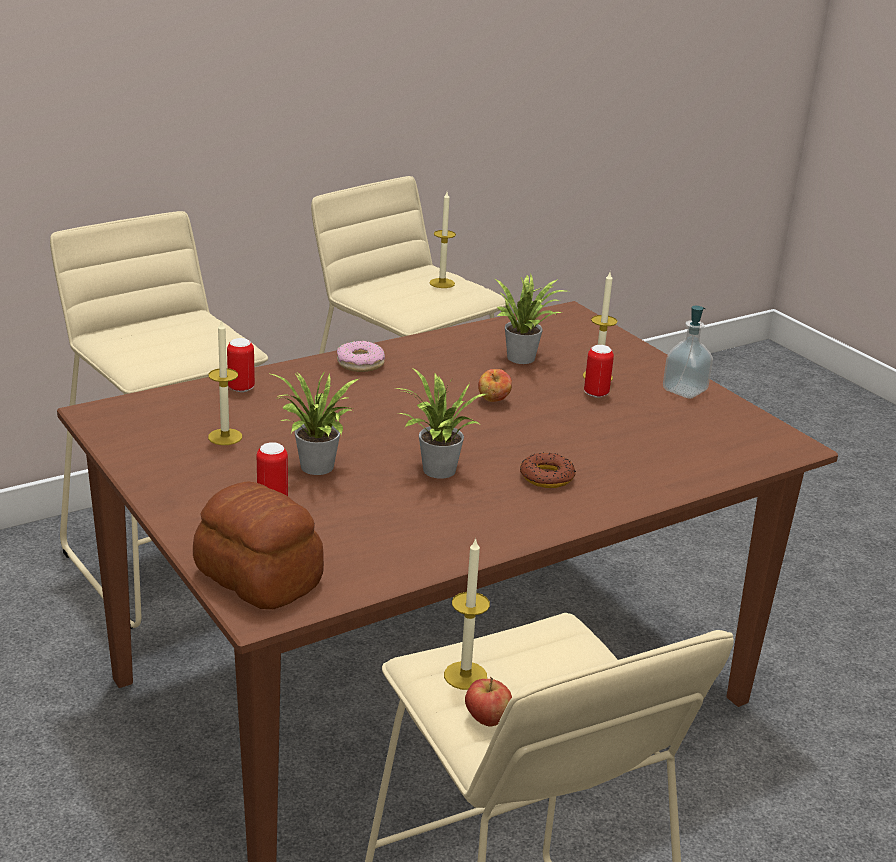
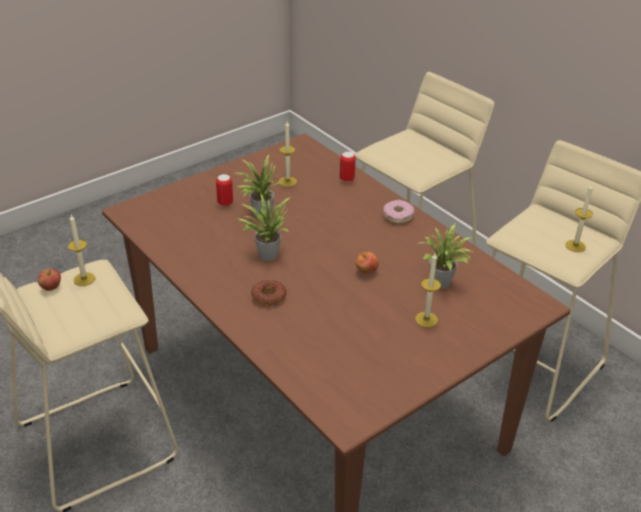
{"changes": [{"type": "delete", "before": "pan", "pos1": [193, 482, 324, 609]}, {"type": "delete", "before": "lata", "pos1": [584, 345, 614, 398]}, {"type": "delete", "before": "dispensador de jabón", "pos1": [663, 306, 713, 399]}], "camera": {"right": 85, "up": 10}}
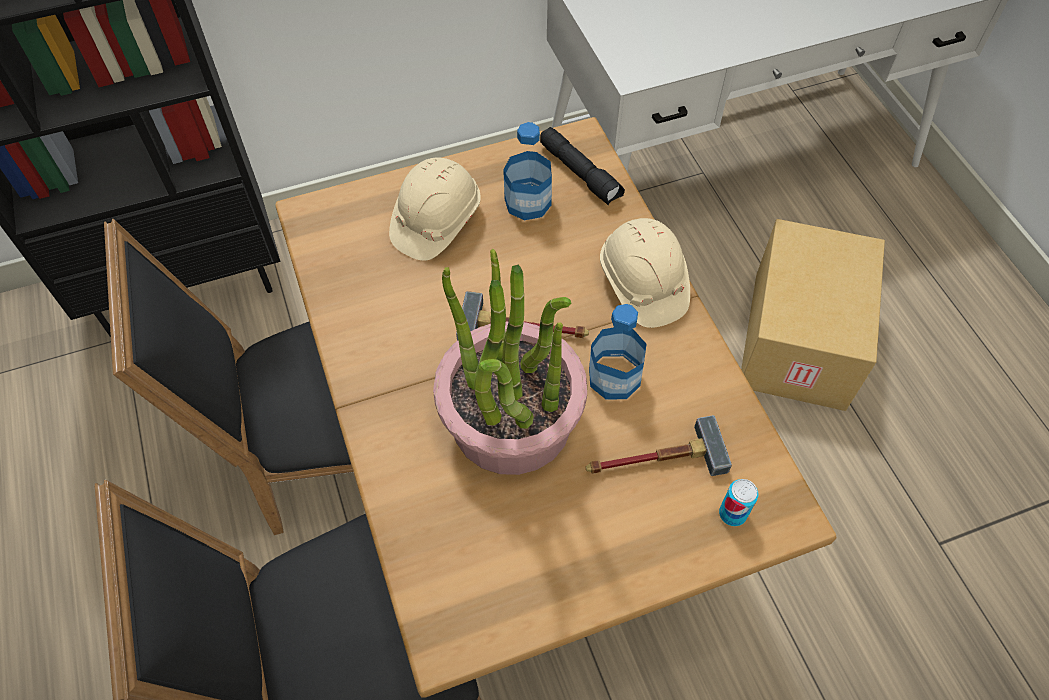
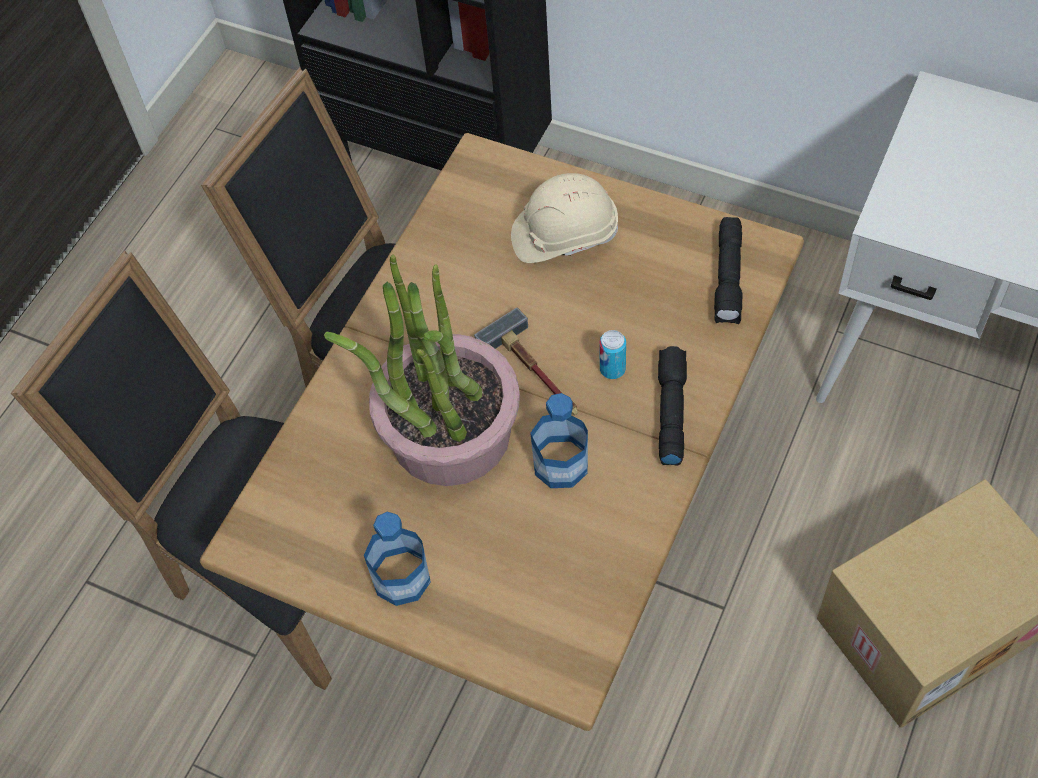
{"changes": [{"type": "move", "before": "botella", "pos1": [503, 122, 552, 220], "pos2": [364, 512, 431, 606]}, {"type": "delete", "before": "martillo", "pos1": [586, 415, 732, 476]}, {"type": "replace", "before": "casco [beis]", "after": "linterna [negro]", "pos1": [600, 218, 690, 328], "pos2": [658, 346, 687, 466]}, {"type": "move", "before": "lata", "pos1": [719, 479, 758, 526], "pos2": [599, 330, 626, 379]}], "camera": {"right": 50, "up": 0}}
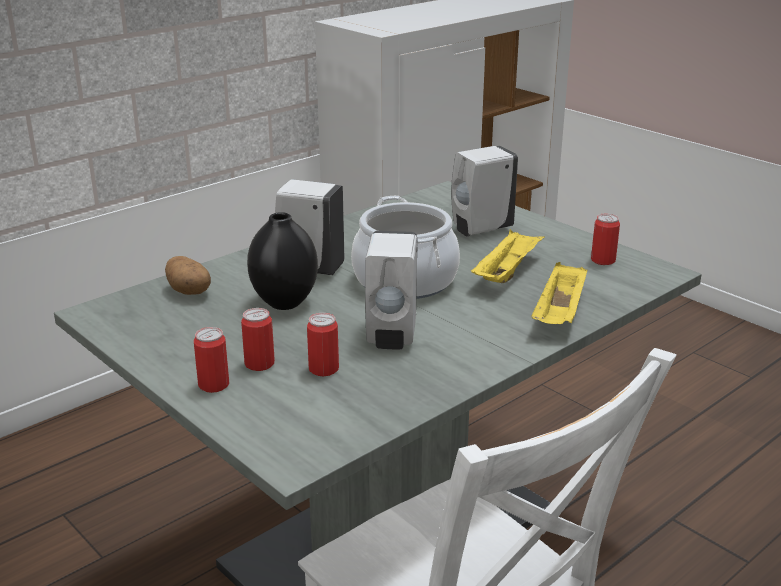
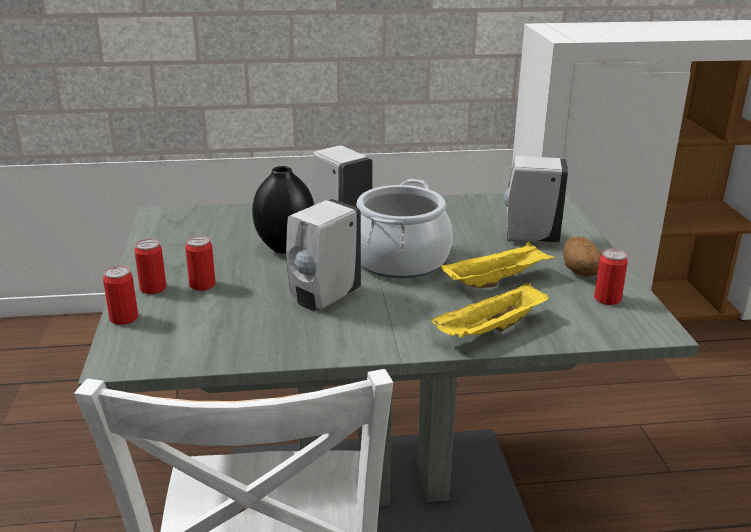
{"changes": [{"type": "move", "before": "patata", "pos1": [165, 256, 211, 295], "pos2": [563, 236, 602, 277]}, {"type": "move", "before": "lata", "pos1": [307, 313, 339, 376], "pos2": [103, 266, 138, 325]}], "camera": {"right": 35, "up": 0}}
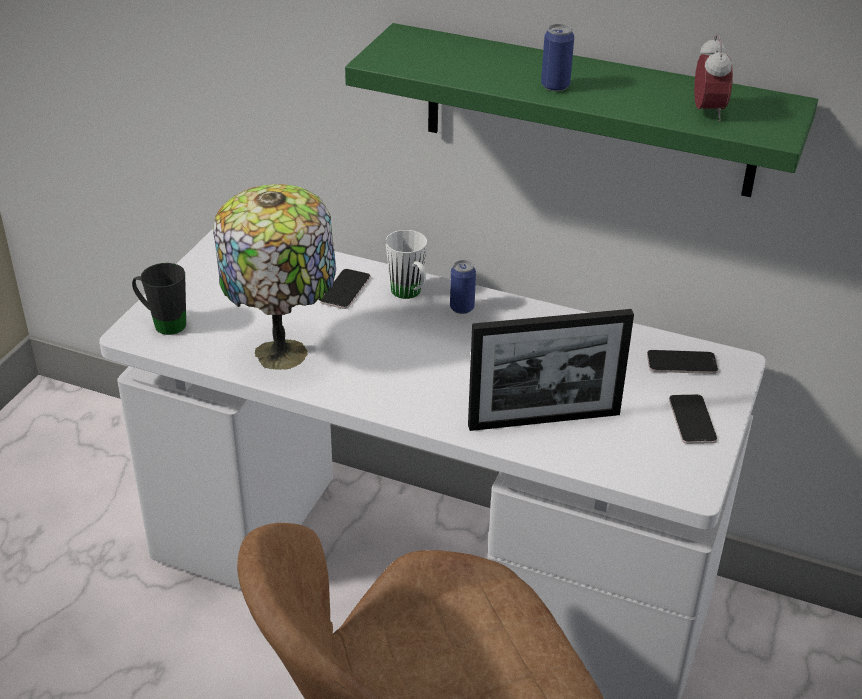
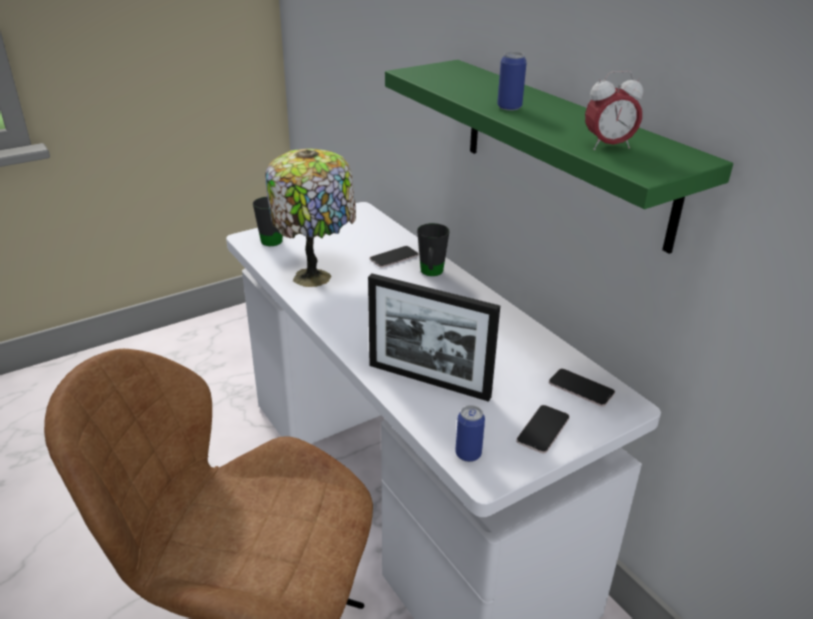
{"changes": [{"type": "recolor", "before": "taza grande [blanco]", "after": "taza grande [negro]", "pos1": [385, 230, 427, 299], "pos2": [417, 223, 450, 276]}, {"type": "move", "before": "lata", "pos1": [450, 260, 476, 314], "pos2": [455, 405, 485, 462]}, {"type": "rotate", "before": "despertador", "pos1": [694, 34, 733, 122], "pos2": [585, 71, 643, 150], "turn": 45}], "camera": {"right": 35, "up": -5}}
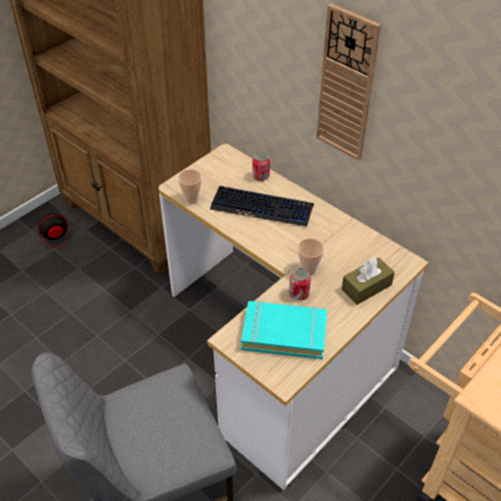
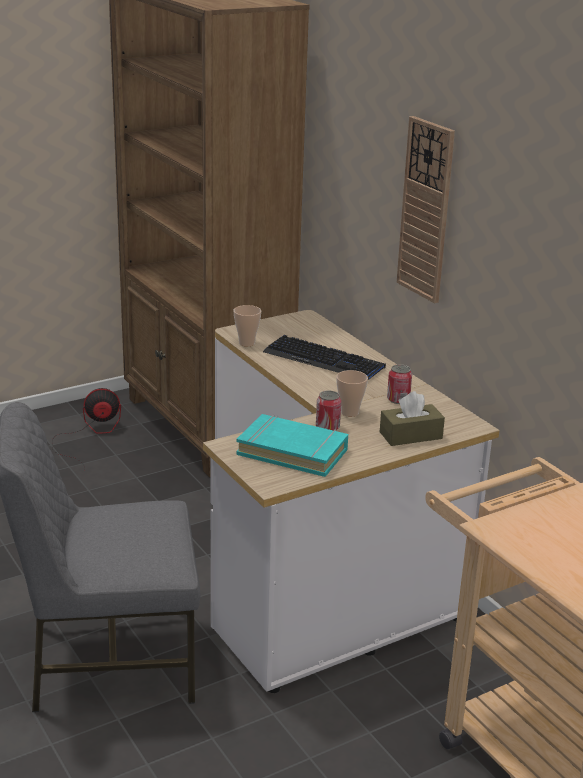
{"changes": [{"type": "move", "before": "lata", "pos1": [252, 152, 270, 181], "pos2": [387, 364, 412, 404]}], "camera": {"right": 15, "up": -20}}
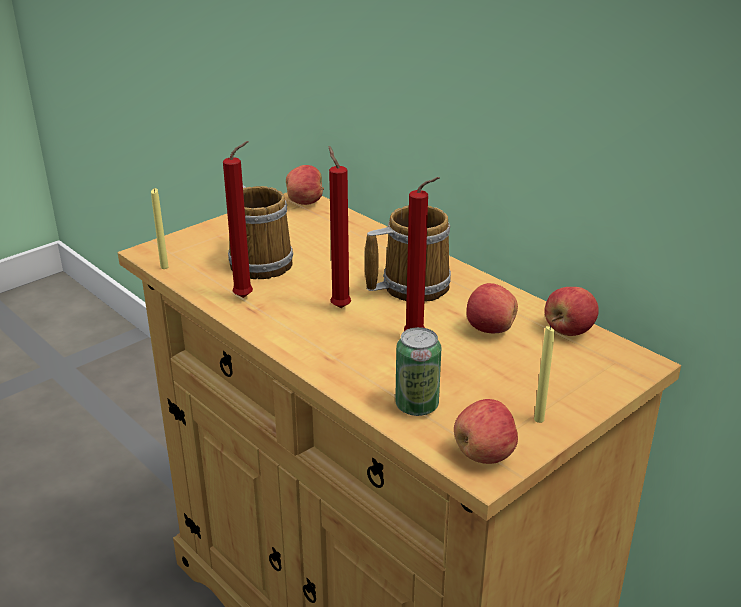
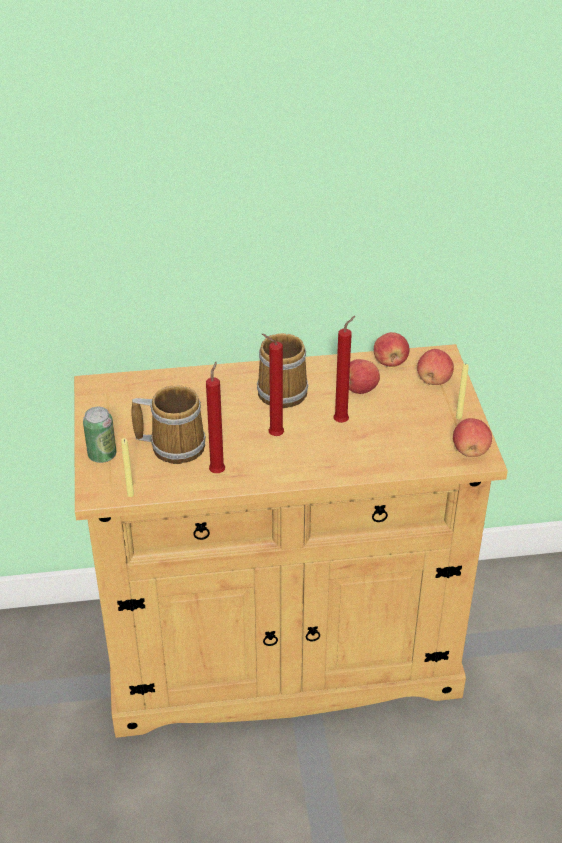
{"changes": [{"type": "move", "before": "manzana", "pos1": [286, 165, 324, 205], "pos2": [417, 349, 454, 385]}, {"type": "move", "before": "lata", "pos1": [395, 327, 441, 416], "pos2": [83, 407, 116, 463]}], "camera": {"right": -55, "up": 10}}
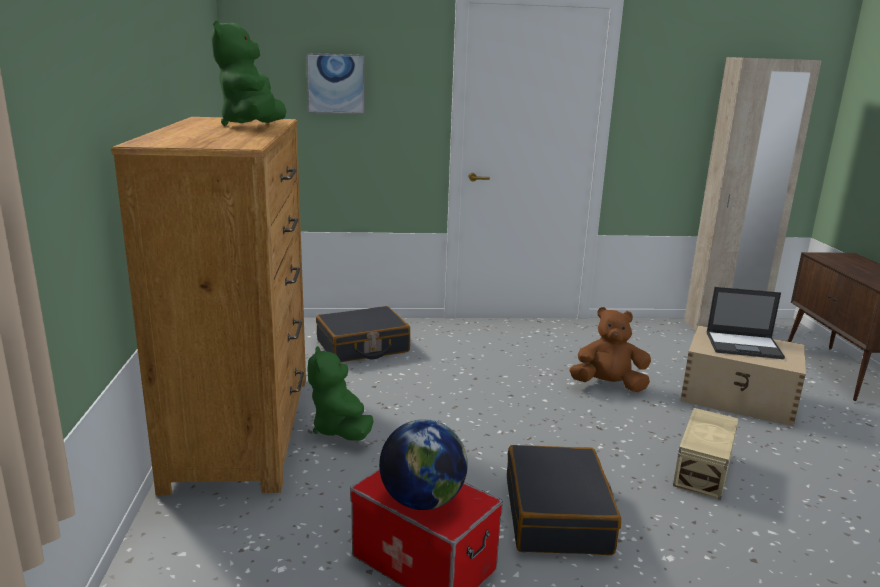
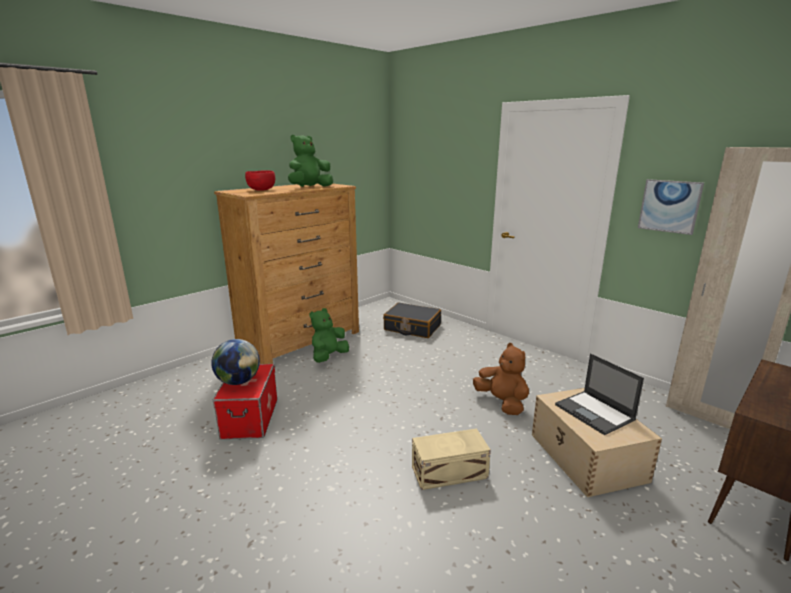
{"changes": [{"type": "move", "before": "cuadro", "pos1": [306, 53, 365, 114], "pos2": [638, 179, 704, 235]}, {"type": "delete", "before": "maleta [negro]", "pos1": [507, 445, 621, 555]}, {"type": "insert", "after": "cuenco [rojo]", "pos2": [245, 171, 275, 191]}], "camera": {"right": 50, "up": 0}}
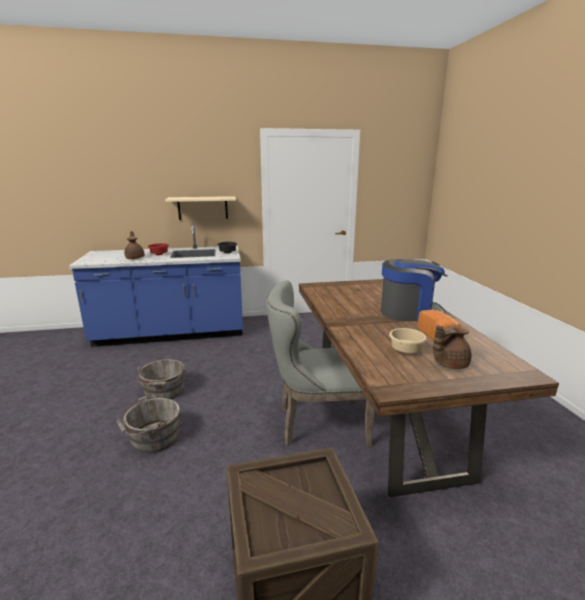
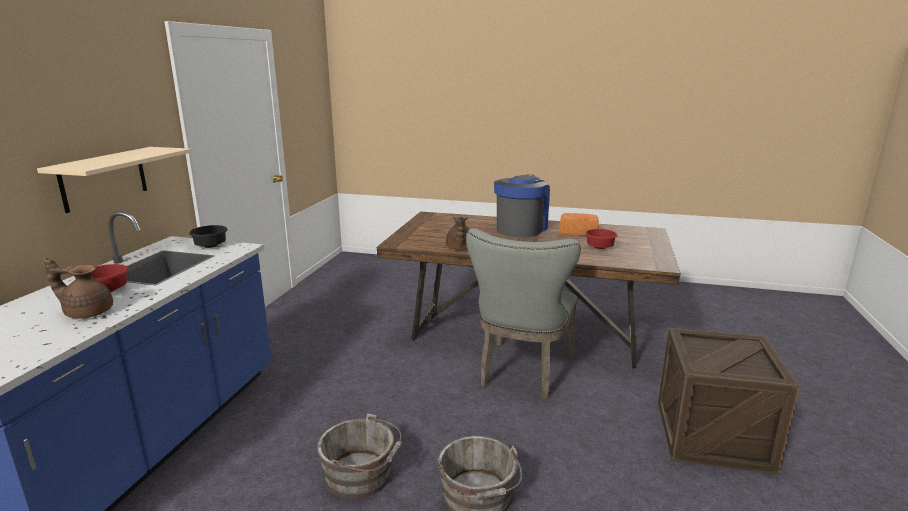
{"changes": [{"type": "recolor", "before": "cuenco [beis]", "after": "cuenco [rojo]", "pos1": [389, 328, 427, 353], "pos2": [585, 229, 618, 249]}, {"type": "move", "before": "tetera [marrón]", "pos1": [433, 325, 472, 369], "pos2": [446, 216, 470, 250]}], "camera": {"right": -65, "up": 0}}
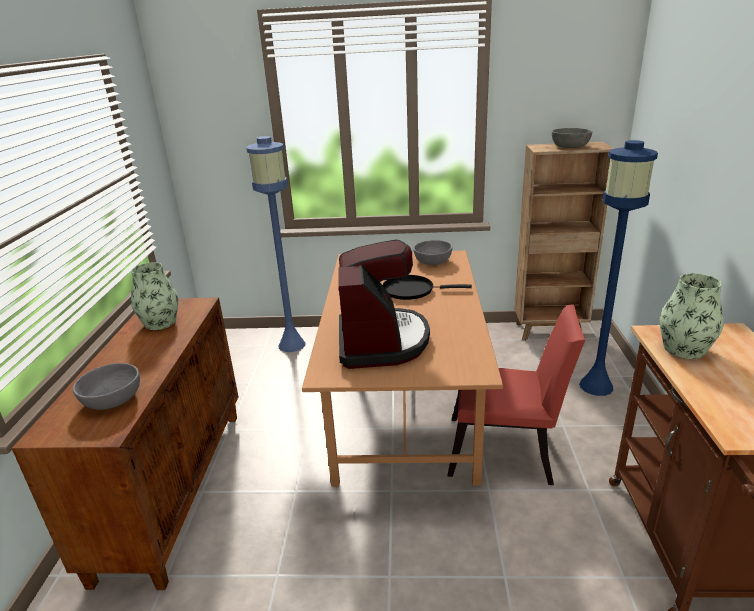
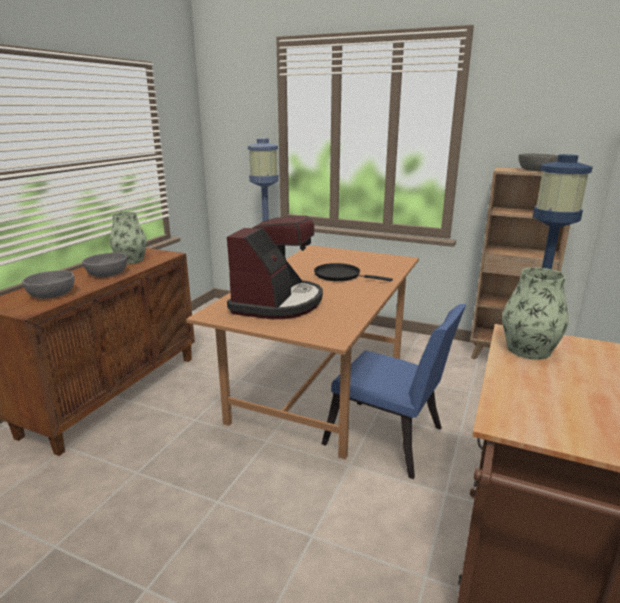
{"changes": [{"type": "move", "before": "cuenco [gris]", "pos1": [413, 240, 452, 265], "pos2": [82, 253, 127, 277]}, {"type": "recolor", "before": "silla [rojo]", "after": "silla [azul]", "pos1": [448, 304, 585, 485], "pos2": [321, 304, 466, 479]}], "camera": {"right": 20, "up": -5}}
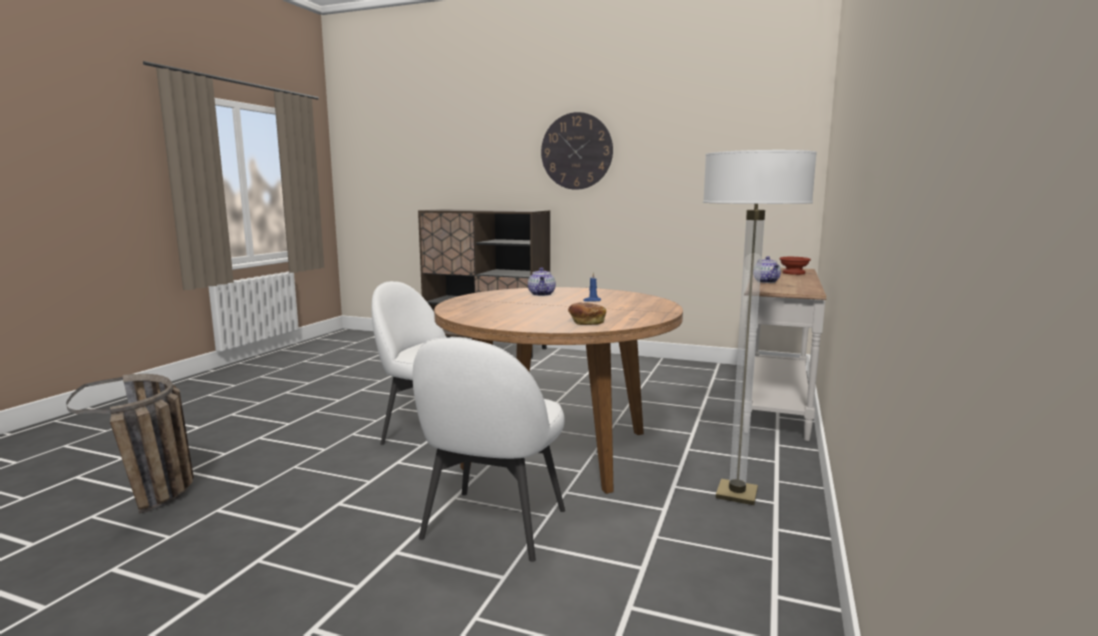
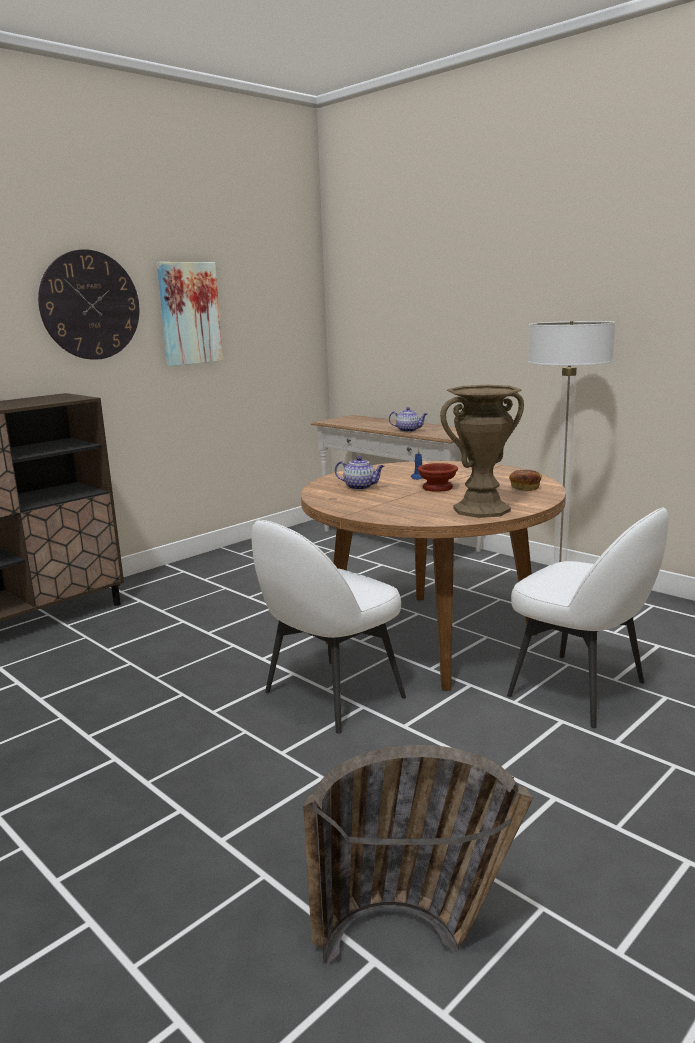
{"changes": [{"type": "move", "before": "cuenco [marrón]", "pos1": [779, 257, 811, 275], "pos2": [417, 463, 458, 492]}, {"type": "insert", "after": "cuadro", "pos2": [157, 262, 223, 366]}, {"type": "insert", "after": "florero [marrón]", "pos2": [440, 385, 524, 518]}], "camera": {"right": -65, "up": 5}}
